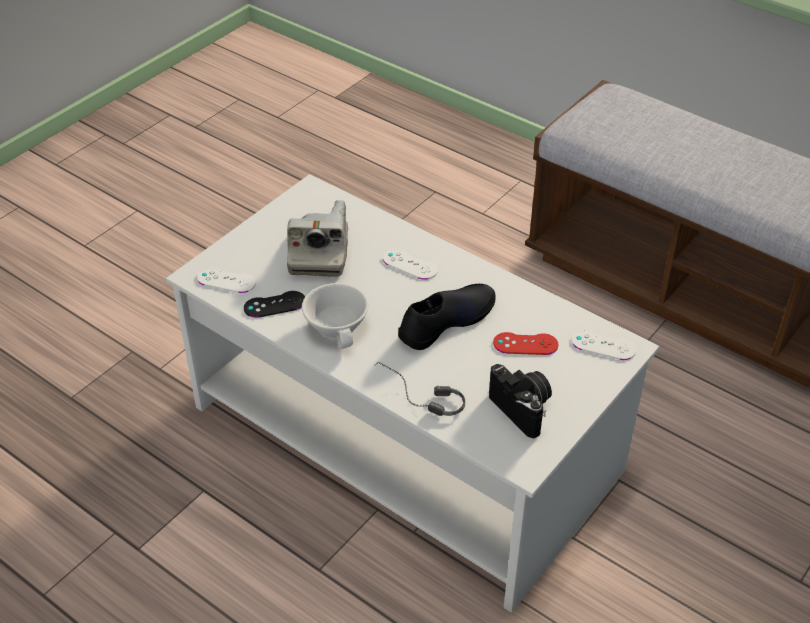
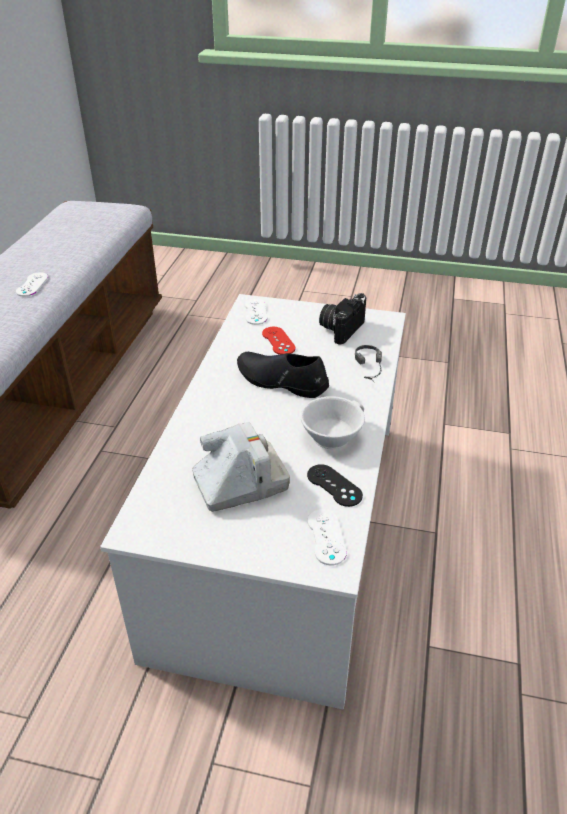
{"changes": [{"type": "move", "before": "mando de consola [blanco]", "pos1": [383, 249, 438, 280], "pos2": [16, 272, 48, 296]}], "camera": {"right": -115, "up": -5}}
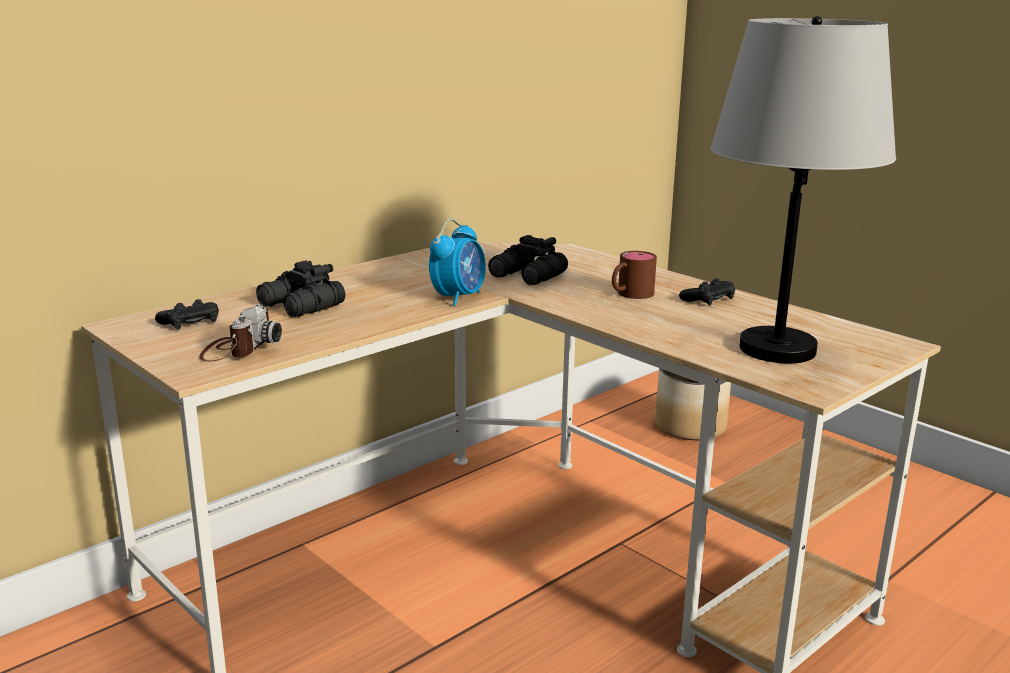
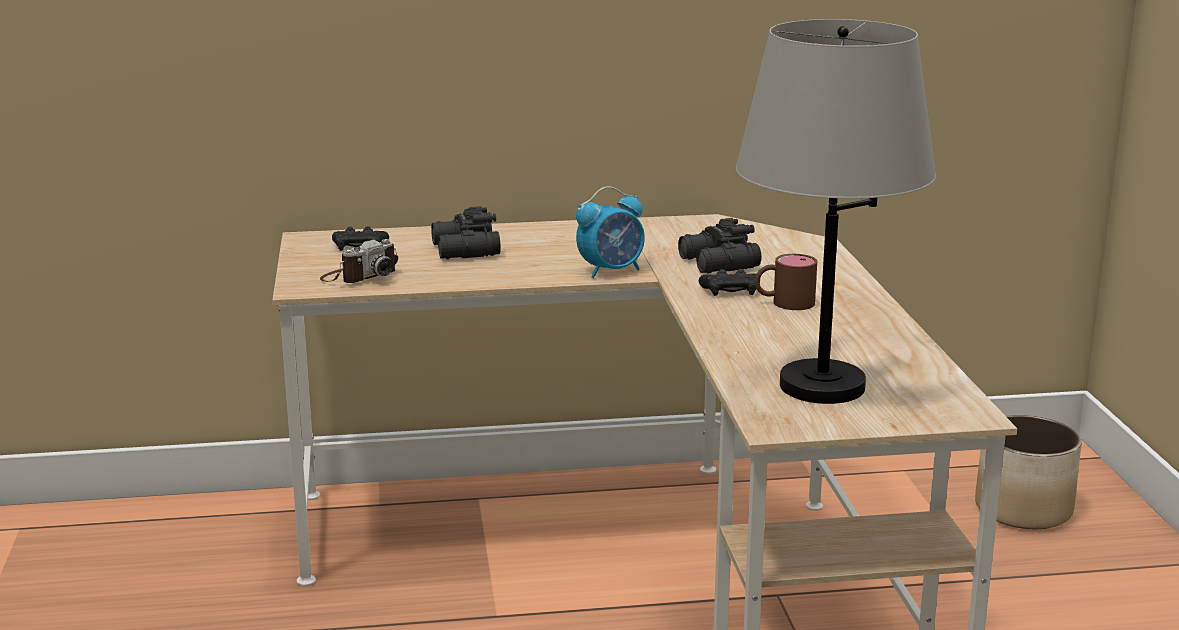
{"changes": [{"type": "move", "before": "mando de consola [negro]", "pos1": [679, 278, 735, 306], "pos2": [699, 269, 756, 296]}], "camera": {"right": 35, "up": 0}}
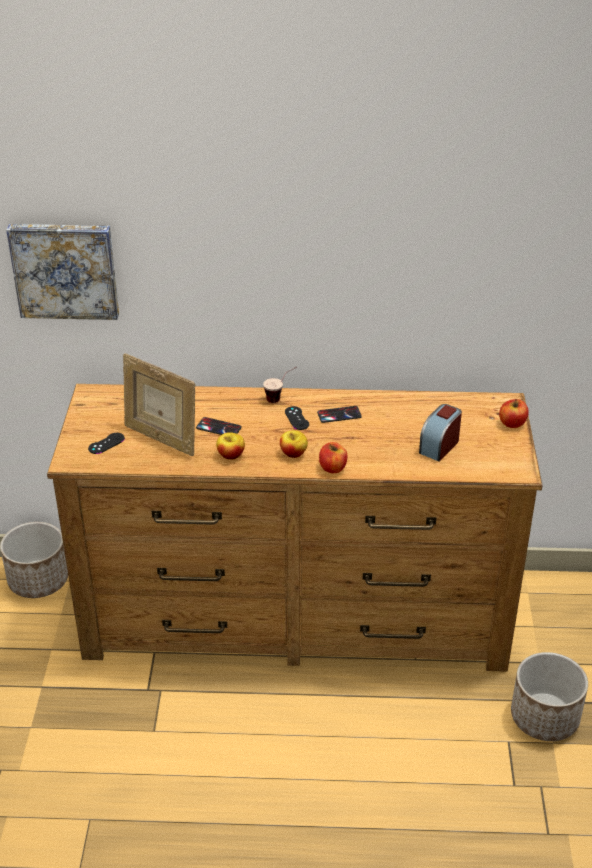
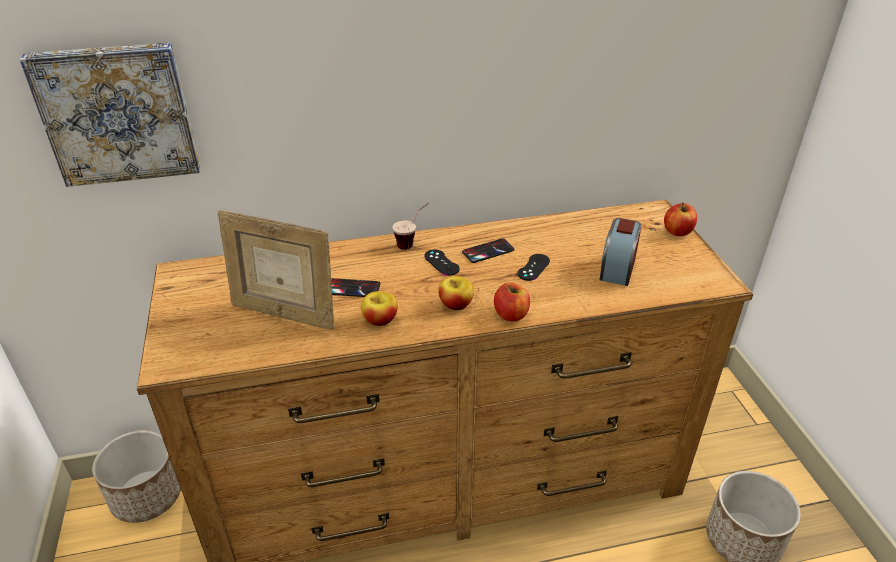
{"changes": [{"type": "move", "before": "mando de consola [negro]", "pos1": [88, 433, 125, 454], "pos2": [517, 254, 550, 281]}], "camera": {"right": -15, "up": 0}}
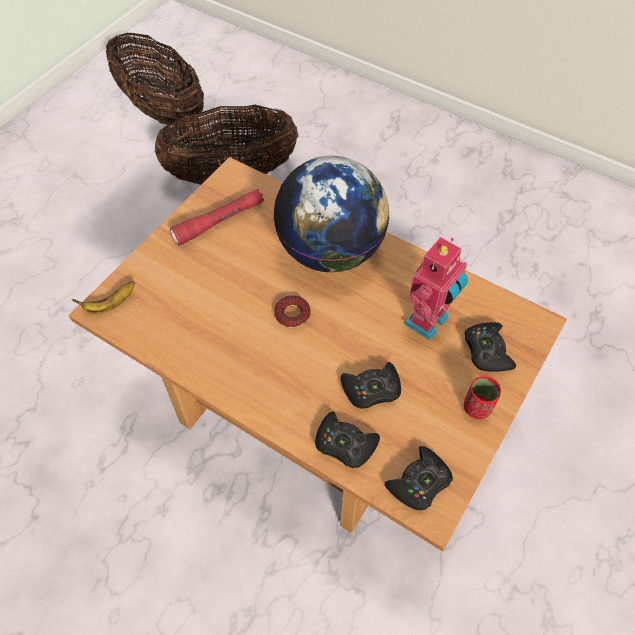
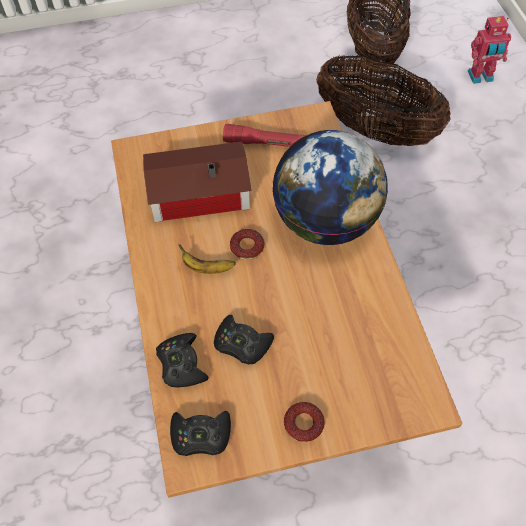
{"changes": [{"type": "move", "before": "plátano", "pos1": [72, 281, 135, 314], "pos2": [178, 244, 236, 274]}, {"type": "move", "before": "robot de juguete", "pos1": [404, 237, 468, 340], "pos2": [468, 16, 511, 84]}, {"type": "replace", "before": "taza [rojo]", "after": "rosquilla", "pos1": [464, 376, 501, 419], "pos2": [284, 402, 325, 442]}, {"type": "delete", "before": "mando de consola [negro]", "pos1": [465, 322, 516, 372]}, {"type": "insert", "after": "casita", "pos2": [143, 141, 252, 222]}], "camera": {"right": 45, "up": 0}}
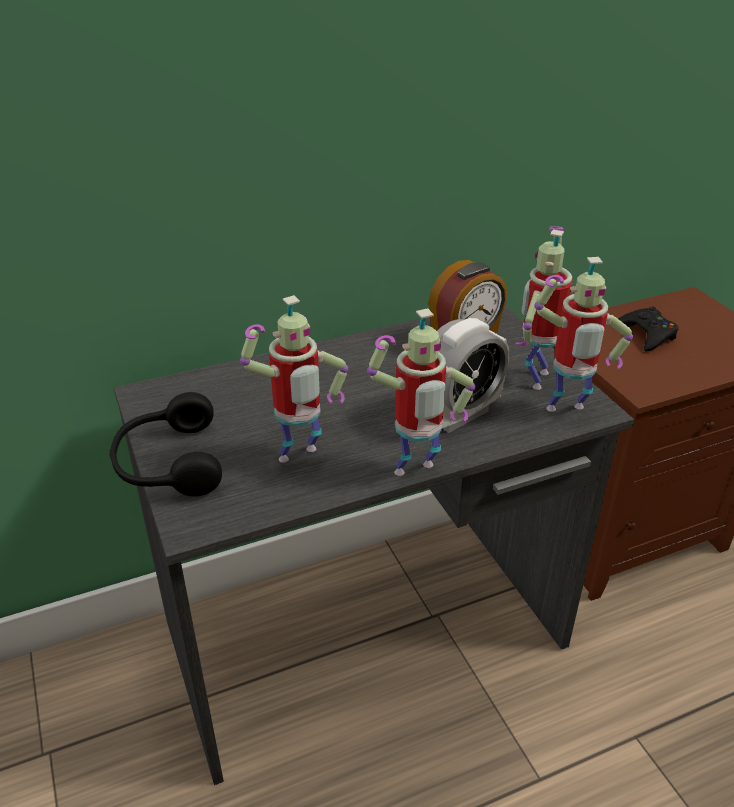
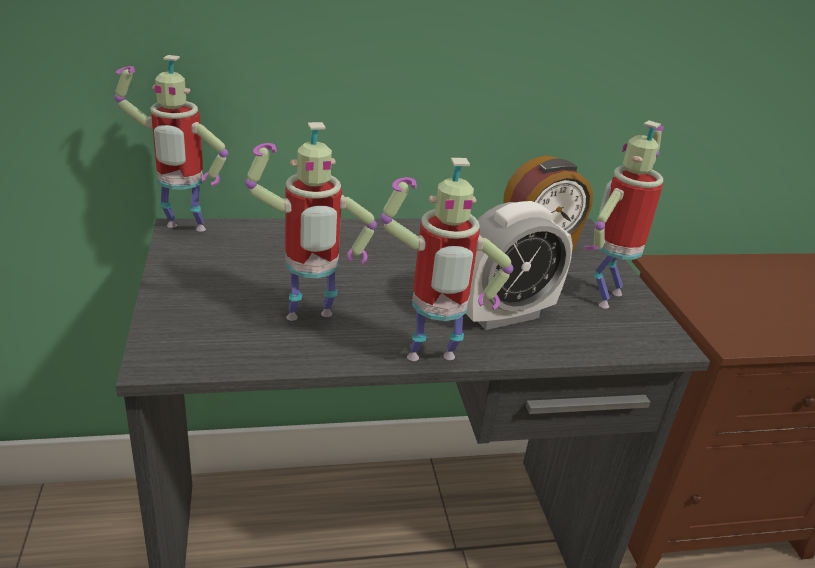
{"changes": [{"type": "delete", "before": "auriculares [negro]", "pos1": [110, 392, 222, 497]}, {"type": "move", "before": "robot de juguete", "pos1": [534, 257, 633, 412], "pos2": [115, 55, 228, 232]}, {"type": "delete", "before": "mando de consola [negro]", "pos1": [618, 306, 679, 351]}], "camera": {"right": 10, "up": -5}}
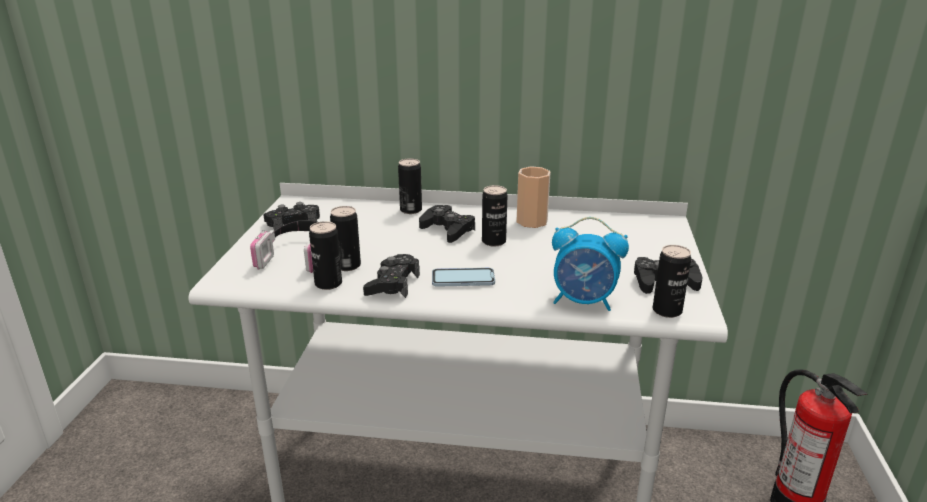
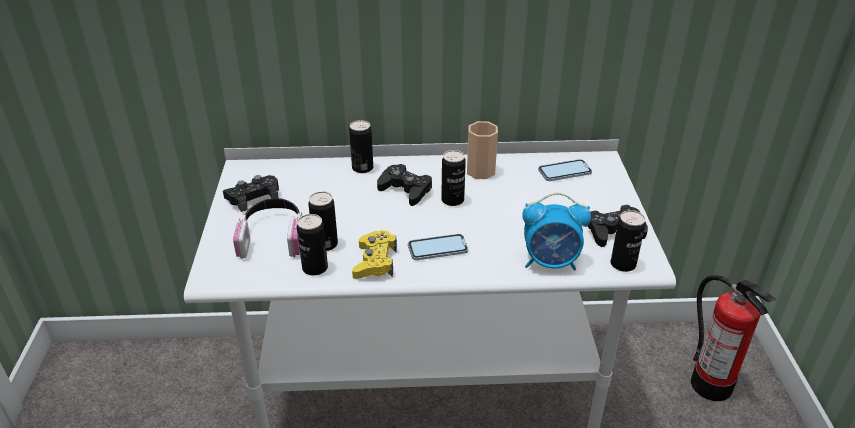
{"changes": [{"type": "recolor", "before": "mando de consola [negro]", "after": "mando de consola [amarillo]", "pos1": [363, 254, 420, 298], "pos2": [352, 231, 397, 279]}, {"type": "insert", "after": "móvil", "pos2": [538, 159, 592, 181]}], "camera": {"right": -10, "up": 10}}
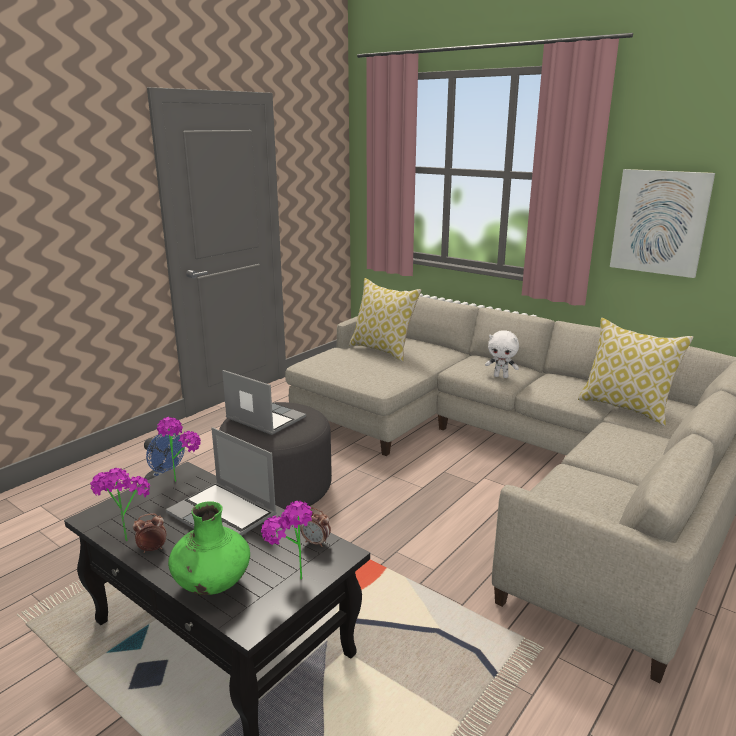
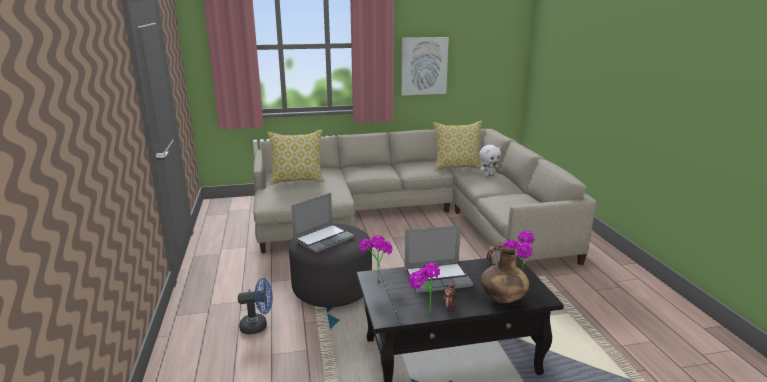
{"changes": [{"type": "recolor", "before": "florero [verde]", "after": "florero [marrón]", "pos1": [168, 501, 250, 595], "pos2": [481, 248, 529, 303]}, {"type": "rotate", "before": "portátil", "pos1": [222, 370, 306, 435], "pos2": [291, 193, 354, 253], "turn": 150}, {"type": "move", "before": "peluche [blanco]", "pos1": [485, 330, 519, 378], "pos2": [479, 145, 501, 176]}], "camera": {"right": -50, "up": 0}}
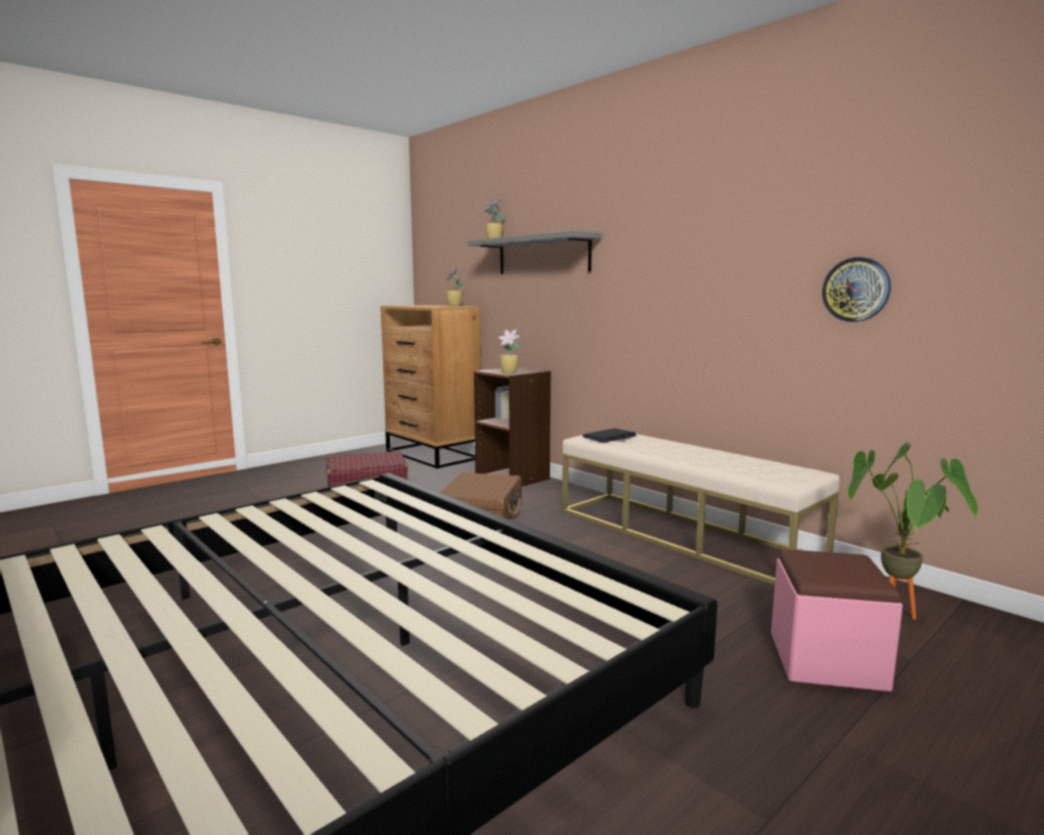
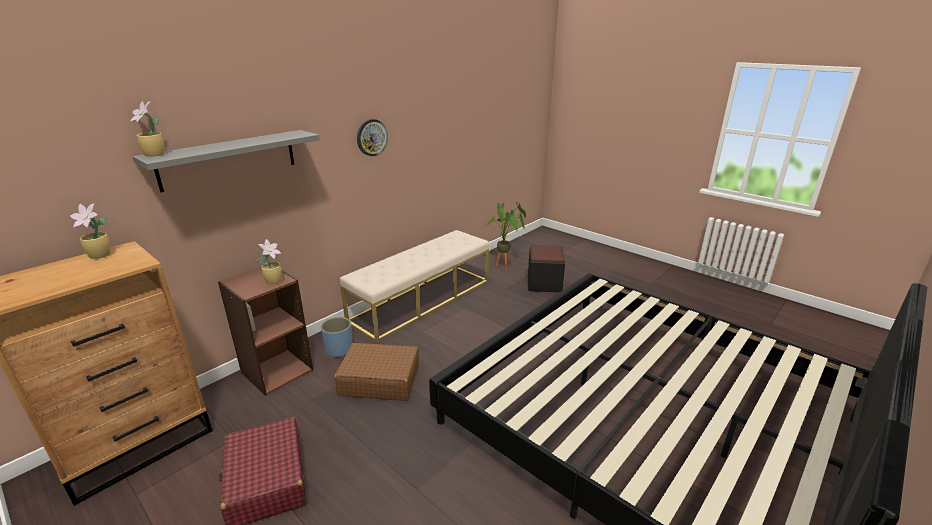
{"changes": [{"type": "delete", "before": "portátil", "pos1": [583, 428, 636, 442]}, {"type": "recolor", "before": "puf [rosa]", "after": "puf [negro]", "pos1": [771, 549, 903, 692], "pos2": [528, 245, 565, 293]}, {"type": "move", "before": "reloj de pared", "pos1": [822, 257, 891, 322], "pos2": [357, 119, 388, 156]}, {"type": "insert", "after": "maceta [azul]", "pos2": [321, 317, 353, 358]}], "camera": {"right": -95, "up": 15}}
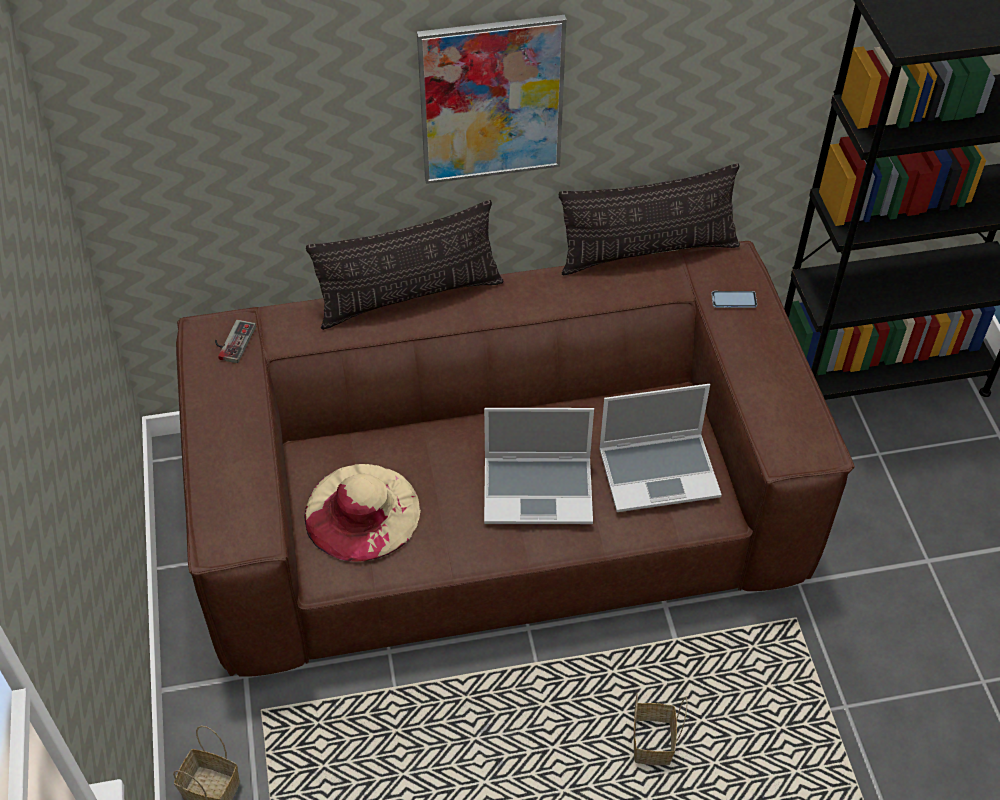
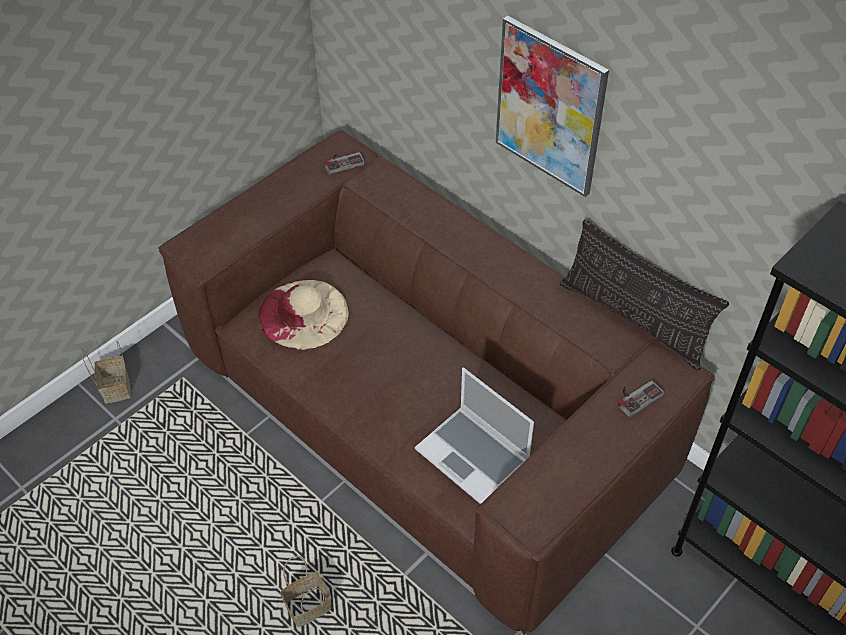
{"changes": [{"type": "delete", "before": "cojín", "pos1": [306, 200, 503, 330]}, {"type": "delete", "before": "portátil", "pos1": [484, 408, 594, 524]}, {"type": "replace", "before": "móvil", "after": "mando de consola", "pos1": [711, 291, 757, 308], "pos2": [617, 380, 665, 417]}], "camera": {"right": 55, "up": 0}}
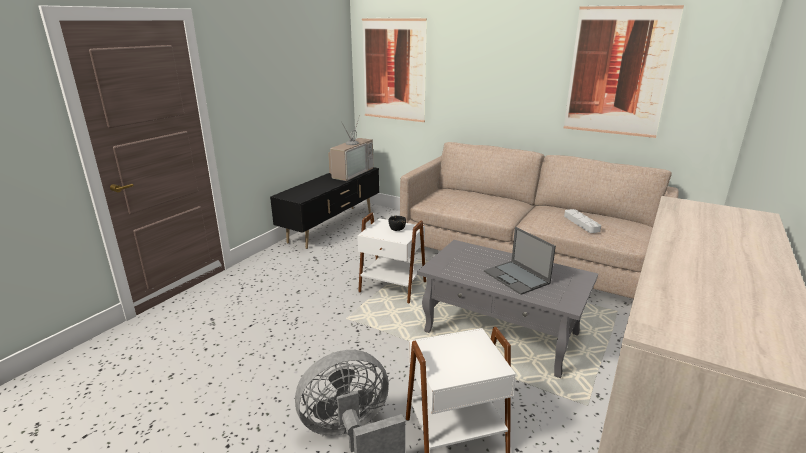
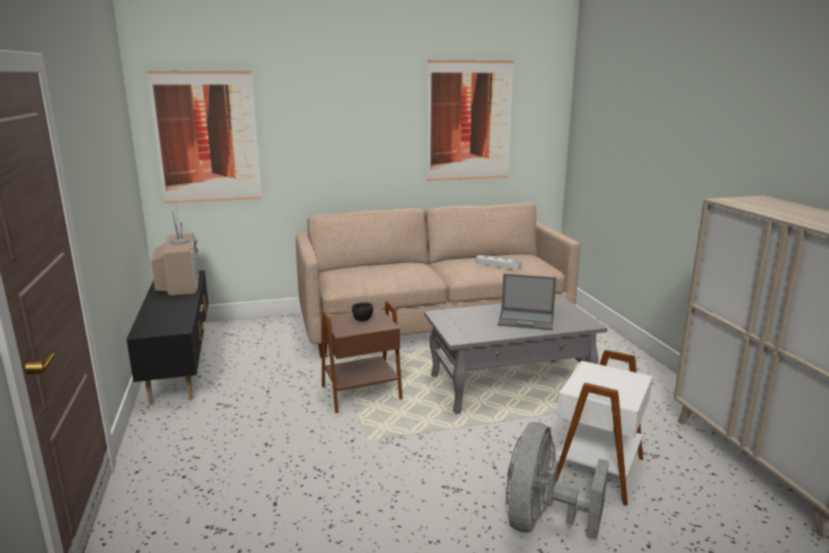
{"changes": [{"type": "recolor", "before": "mesa auxiliar [blanco]", "after": "mesa auxiliar [marrón]", "pos1": [357, 213, 426, 303], "pos2": [321, 301, 403, 413]}], "camera": {"right": -45, "up": -5}}
